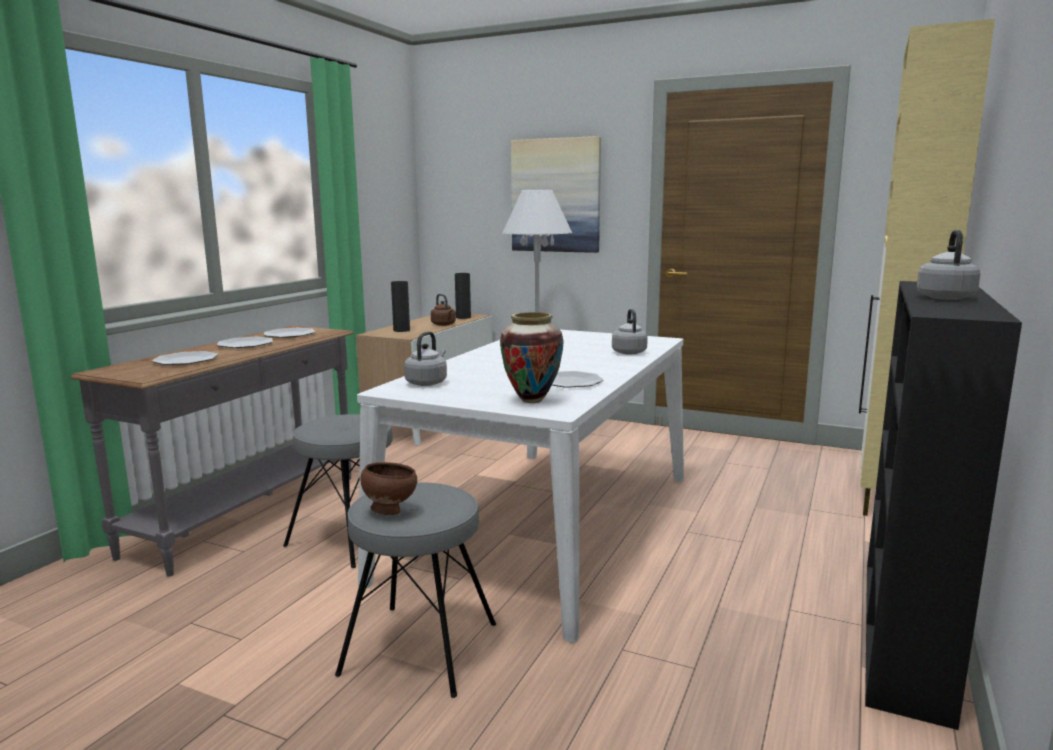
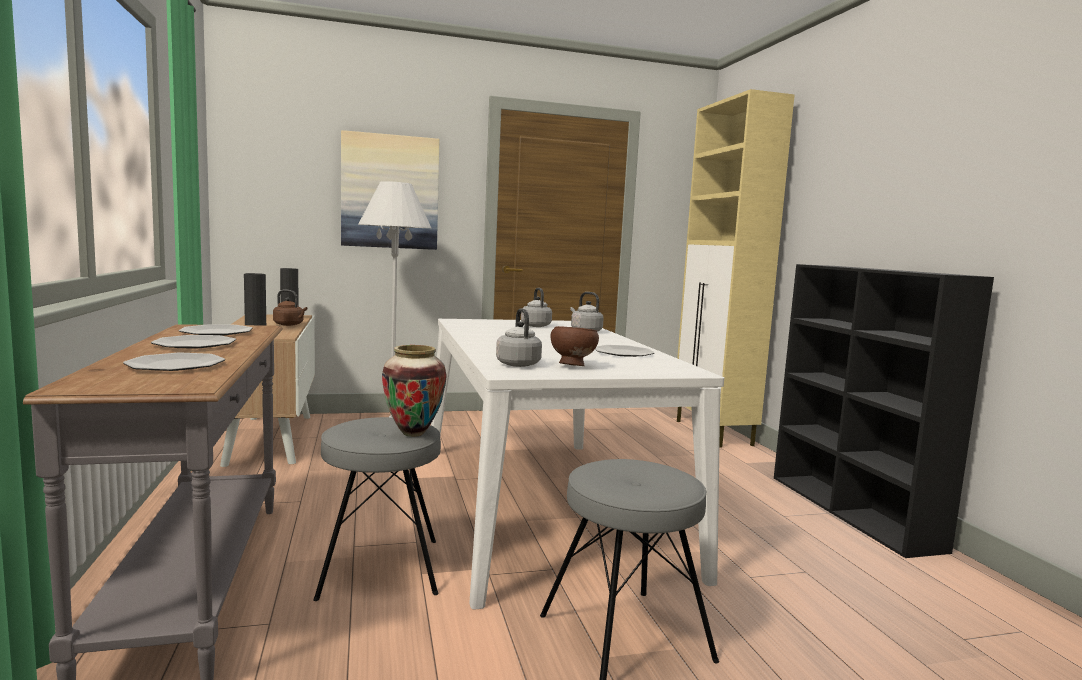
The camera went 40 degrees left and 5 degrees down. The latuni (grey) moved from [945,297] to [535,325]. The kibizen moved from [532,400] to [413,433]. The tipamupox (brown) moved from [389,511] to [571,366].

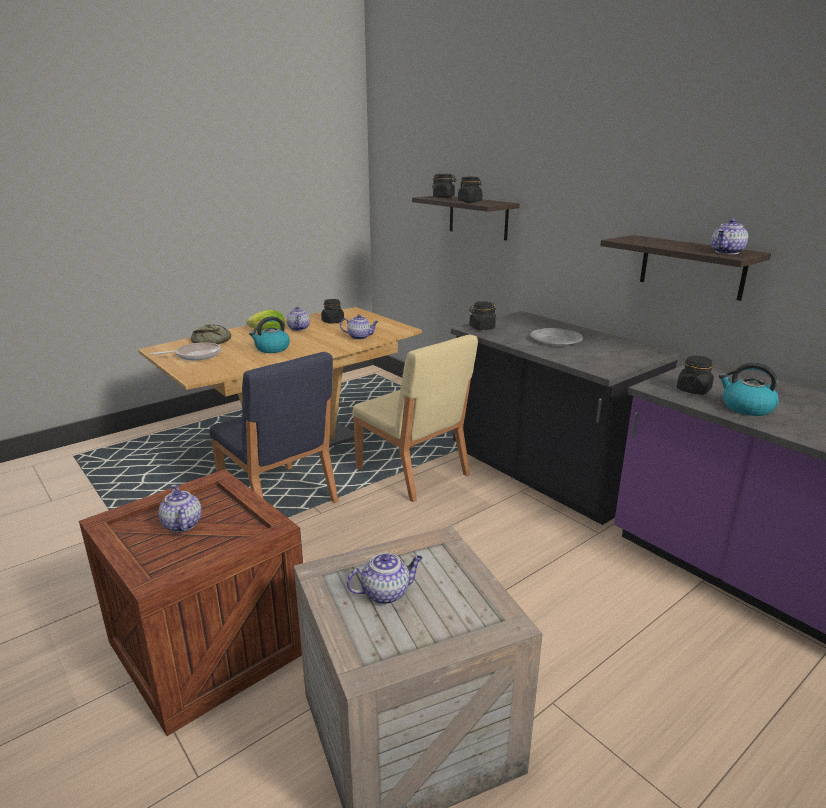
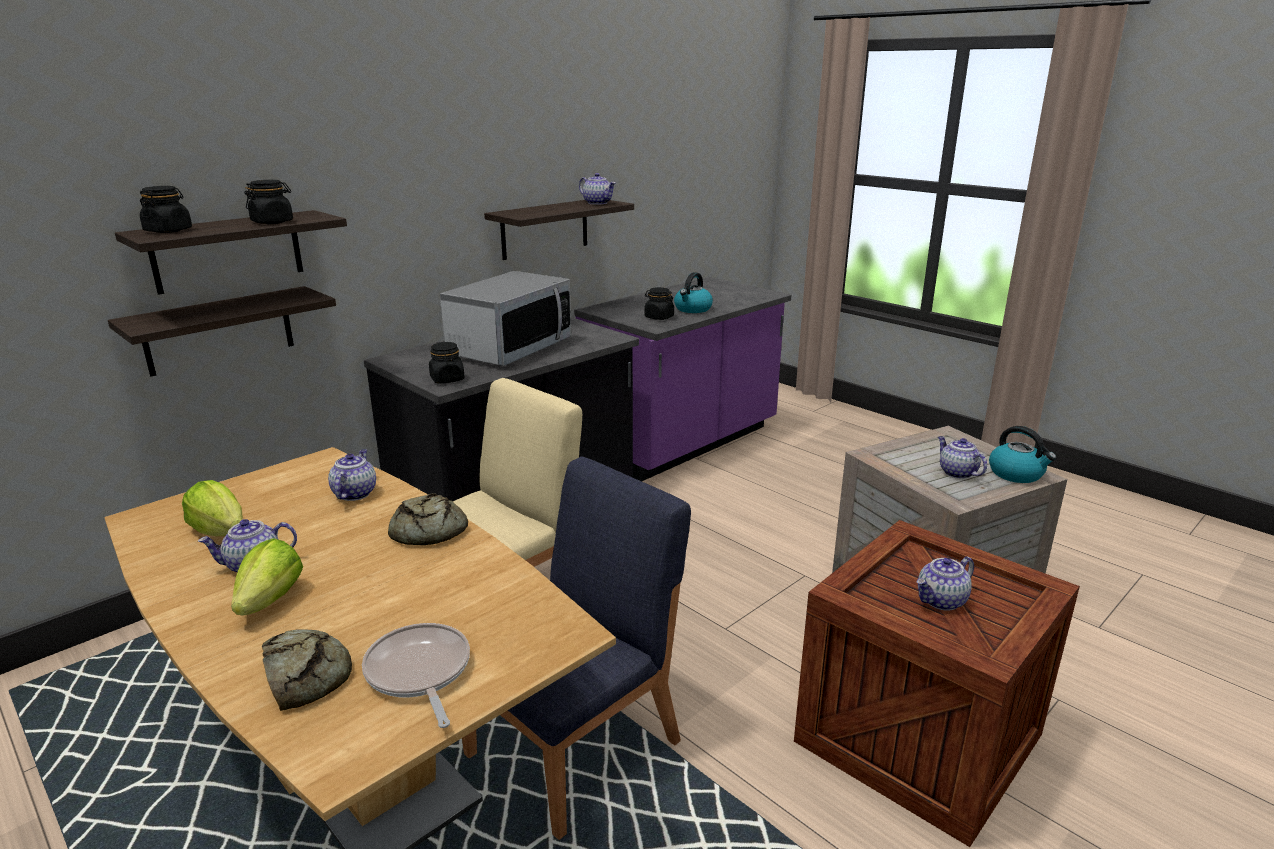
The camera went 95 degrees left and 0 degrees up. The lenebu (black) at [332,321] was replaced by the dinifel at [220,531]. The latuni moved from [272,349] to [1016,474]. The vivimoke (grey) at [556,340] was replaced by the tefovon at [510,348]. The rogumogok at [219,331] appeared. The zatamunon at [426,531] appeared.

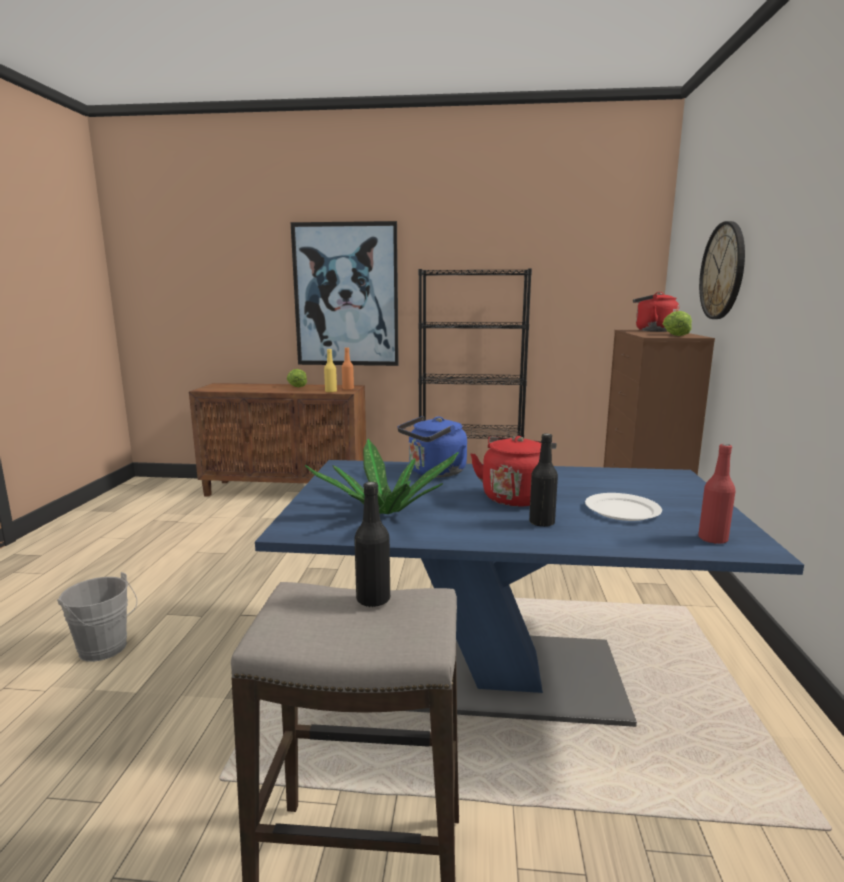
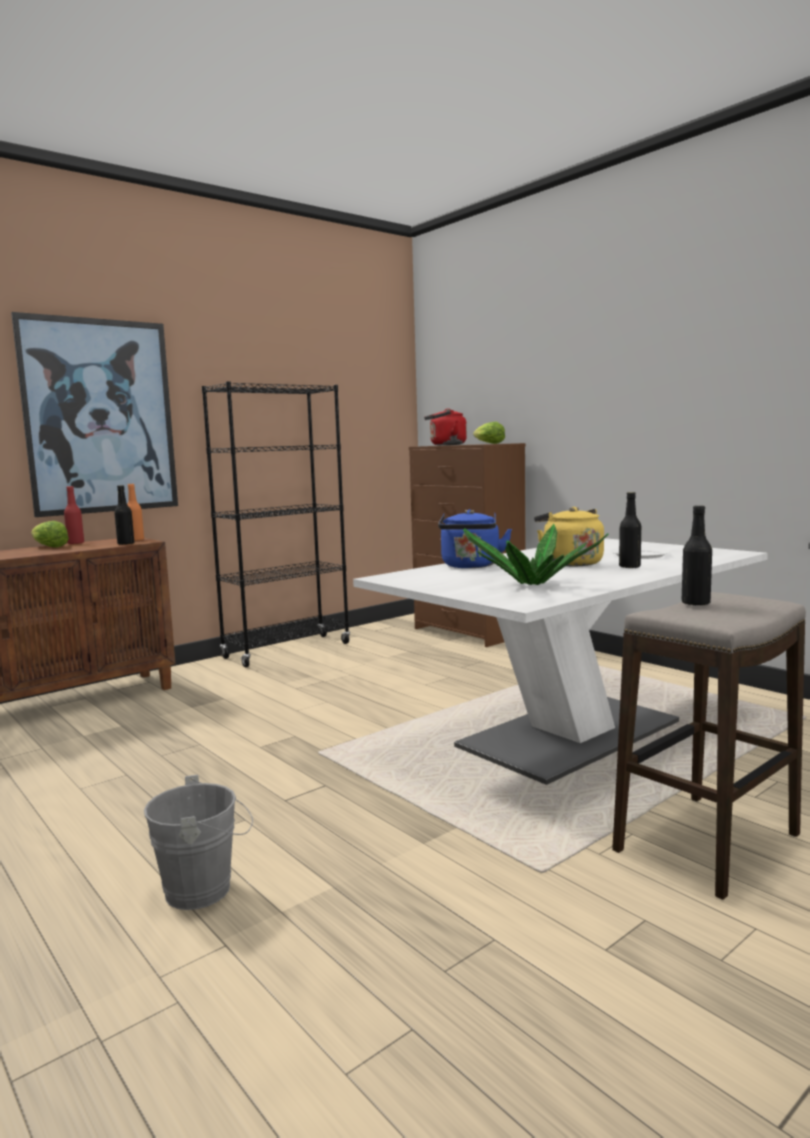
The camera went 45 degrees left and 5 degrees down. The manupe at [723,271] disappeared. The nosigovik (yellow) at [331,391] became the nosigovik (black) at [126,544]. The latuni (red) at [515,497] became the latuni (yellow) at [570,563]. The nosigovik (red) moved from [712,539] to [75,543]. The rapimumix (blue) at [502,675] became the rapimumix (white) at [570,734].

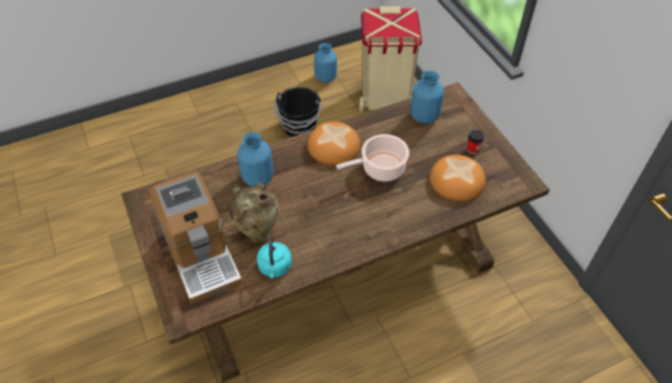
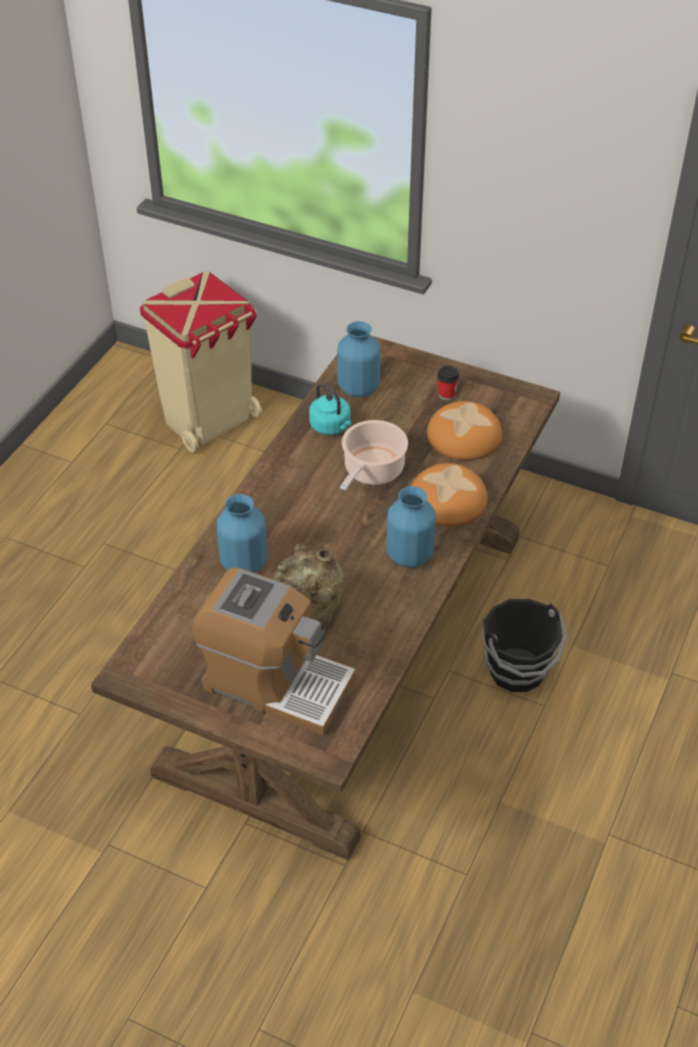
The camera went 40 degrees left and 5 degrees down. The kibizen (blue) moved from [325,78] to [410,556]. The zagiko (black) moved from [300,128] to [518,670]. The zatamunon moved from [333,147] to [447,501]. The latuni (turquoise) moved from [275,267] to [331,427].

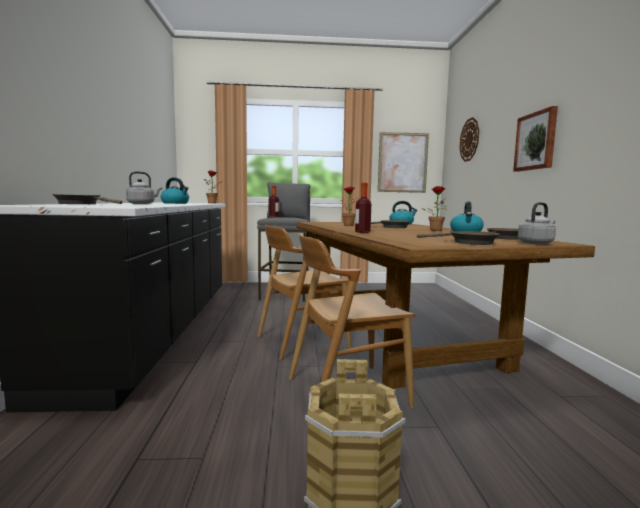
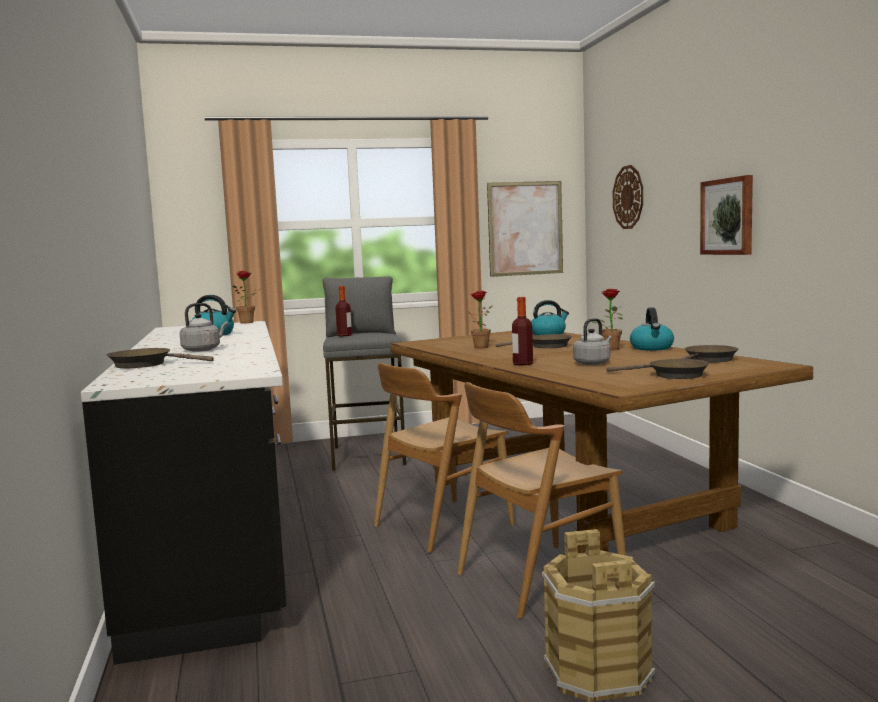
The camera went 10 degrees left and 0 degrees up. The latuni (grey) moved from [536,243] to [593,363].

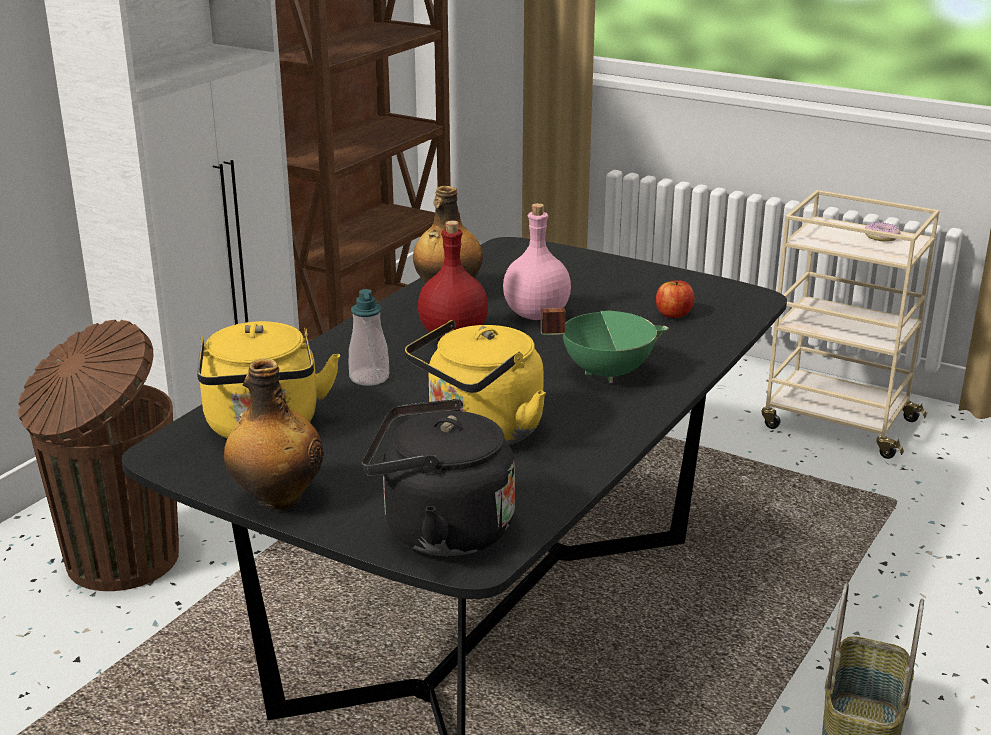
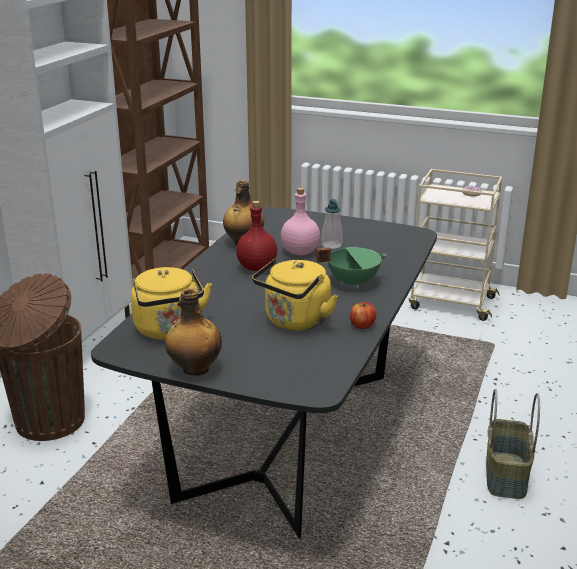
The camera went 10 degrees left and 0 degrees up. The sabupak moved from [673,314] to [362,325]. The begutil moved from [369,378] to [331,245]. The latuni (black) at [439,531] disappeared.

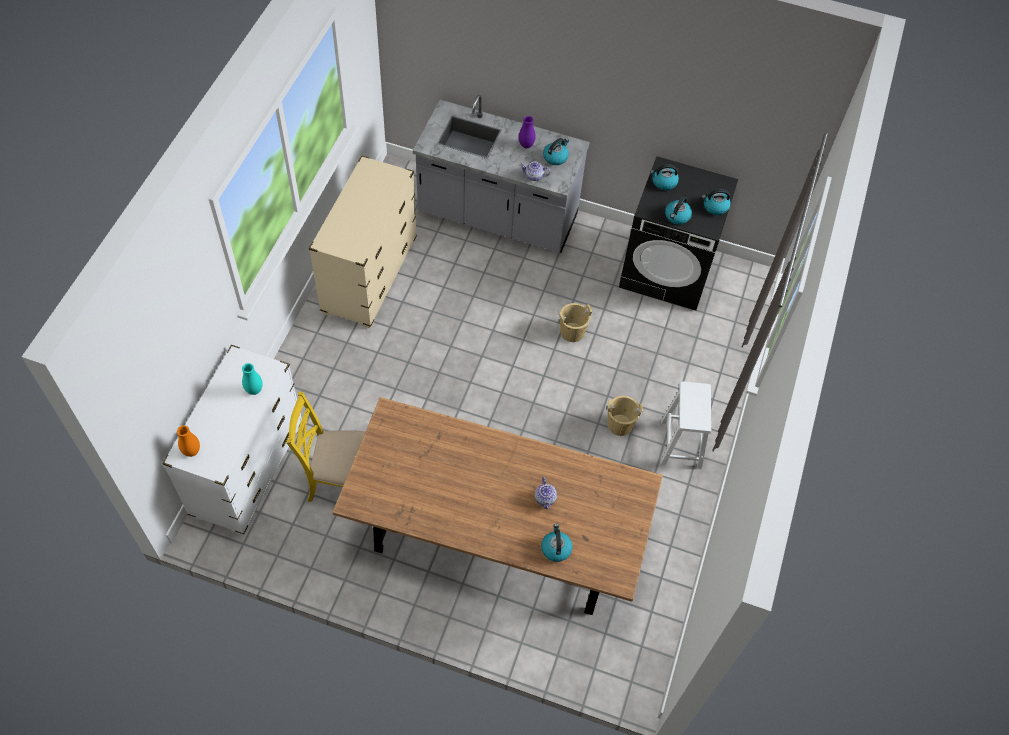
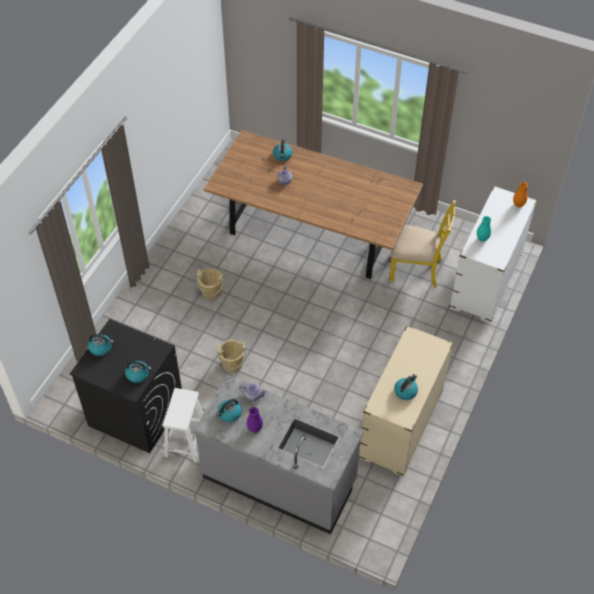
The camera went 170 degrees left and 5 degrees down. The latuni moved from [677,216] to [405,391]. The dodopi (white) moved from [681,445] to [186,440].

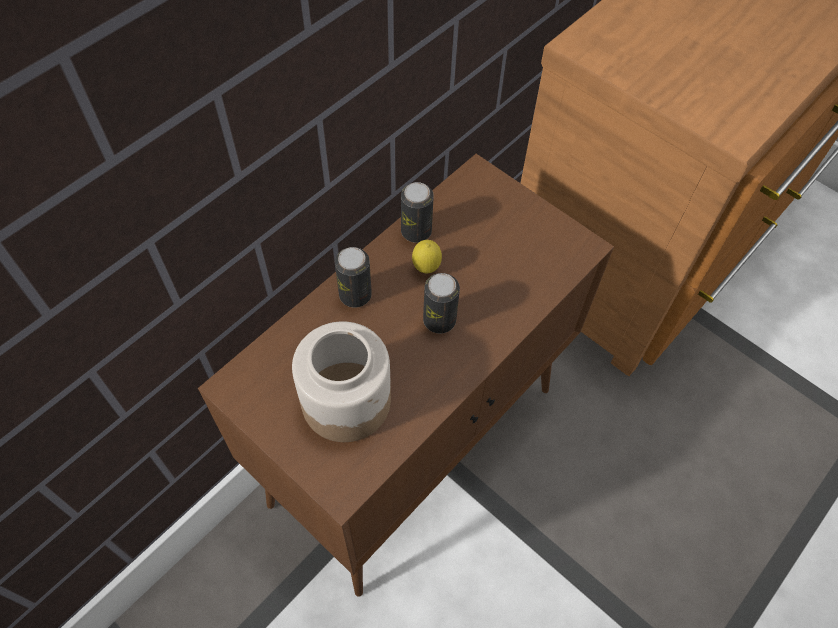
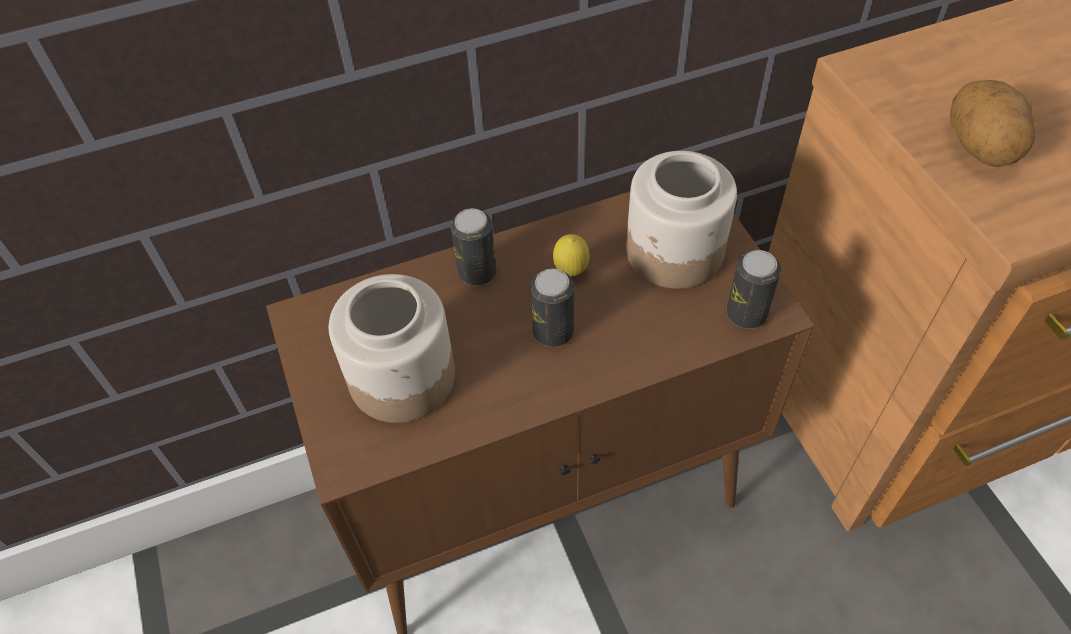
The camera went 30 degrees right and 5 degrees down. The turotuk moved from [416,231] to [746,314]. The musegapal at [980,148] appeared. The lenebu at [674,252] appeared.

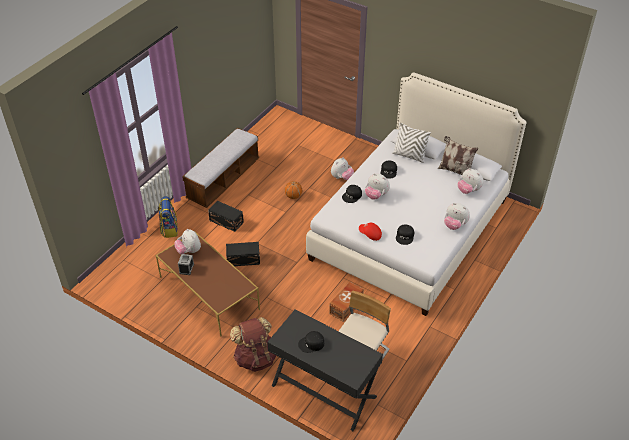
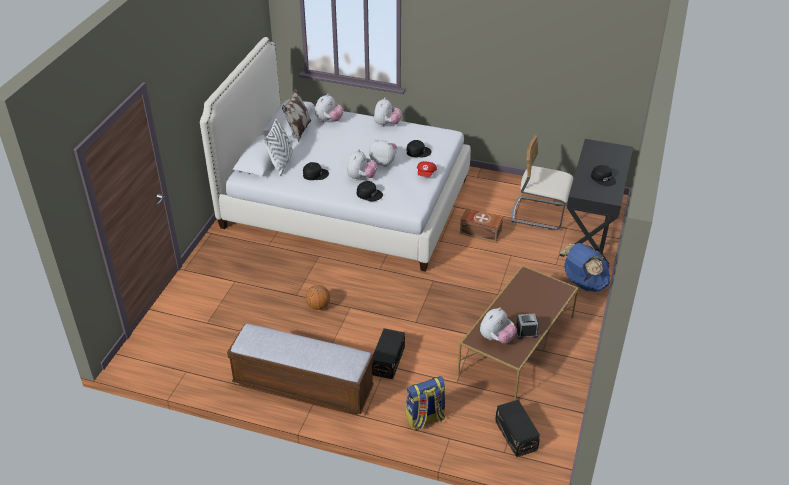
The camera went 105 degrees left and 5 degrees down. The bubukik moved from [341,177] to [383,162]. The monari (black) moved from [244,260] to [516,434]. The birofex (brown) at [256,357] became the birofex (blue) at [583,284].

